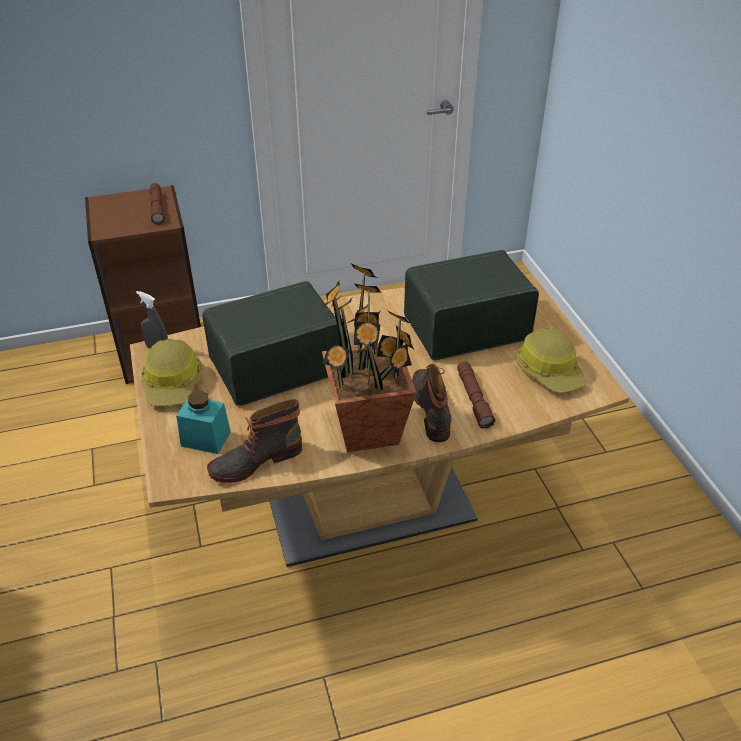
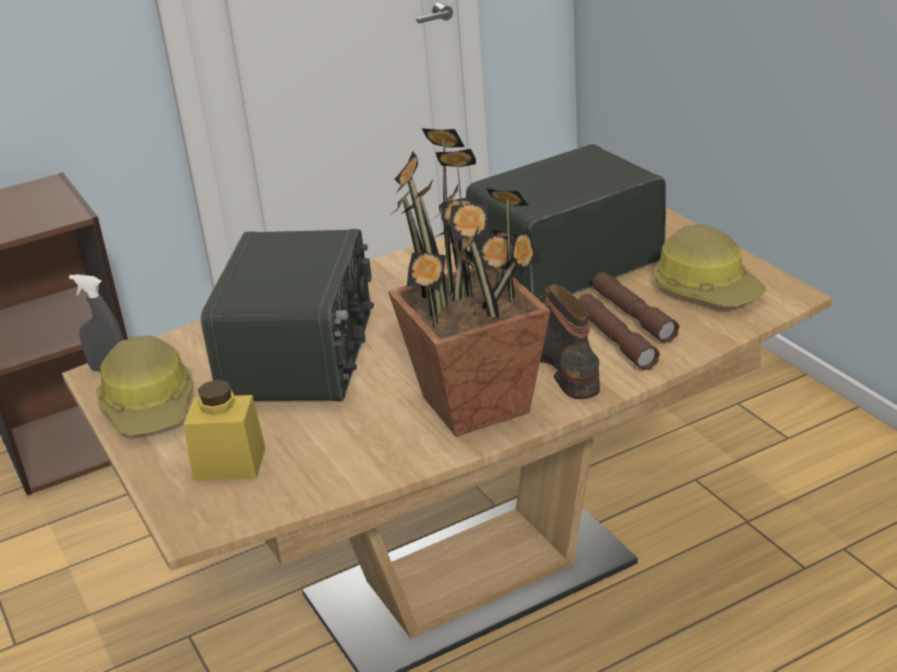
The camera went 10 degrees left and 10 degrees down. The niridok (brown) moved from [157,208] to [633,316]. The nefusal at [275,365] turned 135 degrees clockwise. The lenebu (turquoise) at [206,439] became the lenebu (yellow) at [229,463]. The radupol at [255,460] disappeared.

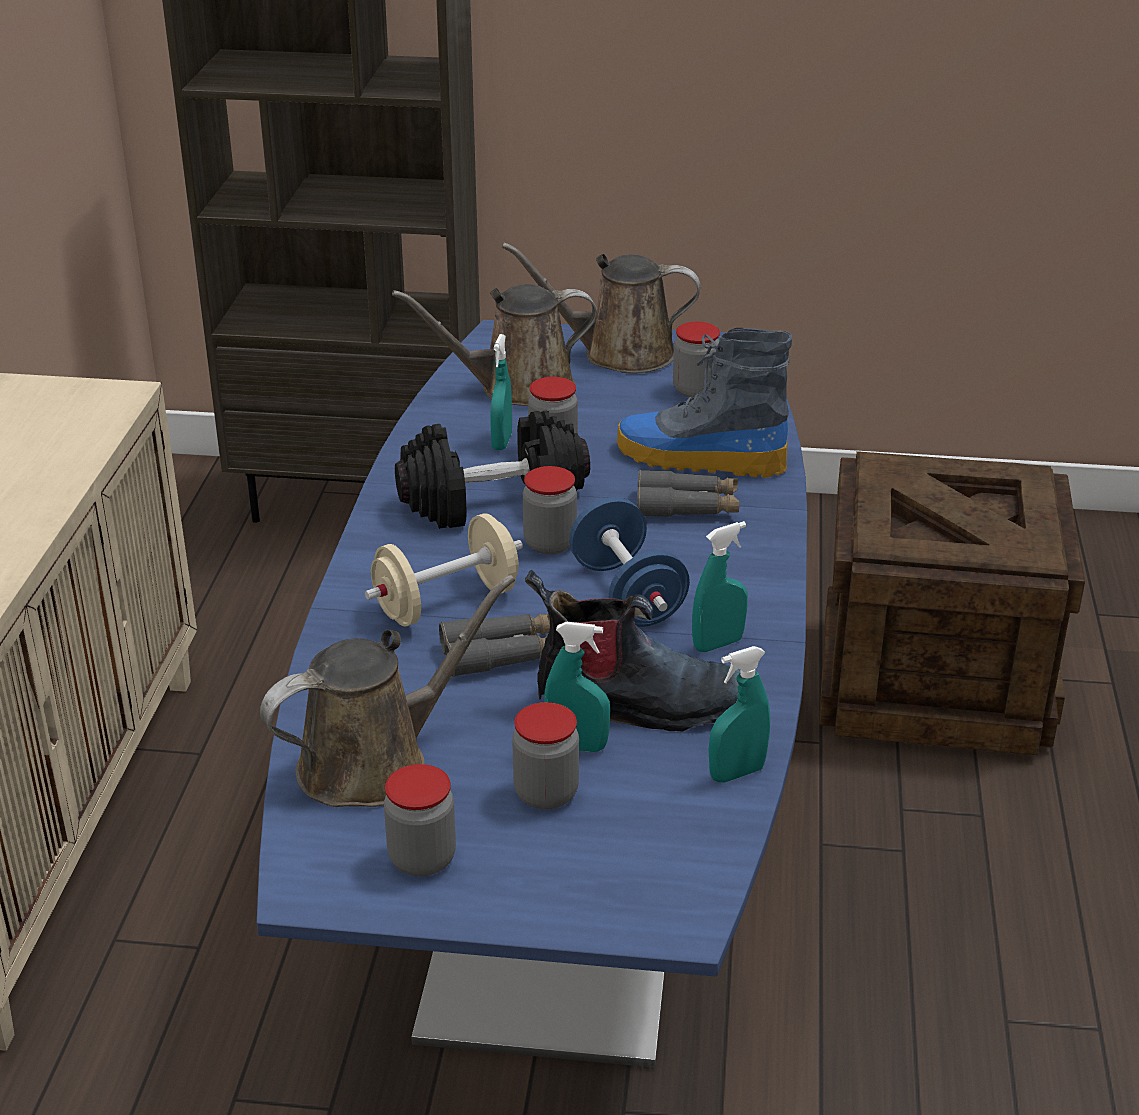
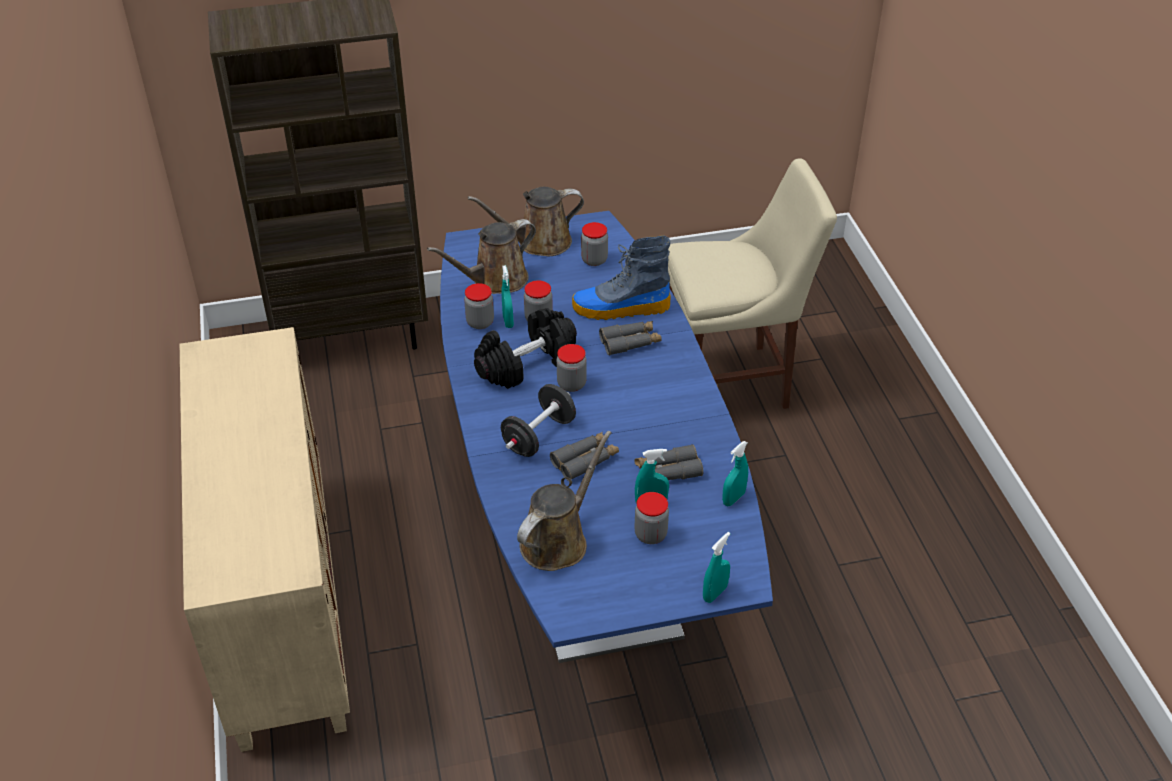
The camera went 20 degrees left and 10 degrees up. The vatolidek at [935,684] was replaced by the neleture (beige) at [733,382]. The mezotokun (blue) at [627,595] disappeared. The mezotokun (beige) at [446,603] became the mezotokun (black) at [539,436]. The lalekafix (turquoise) moved from [718,644] to [715,593]. The radupol at [638,703] was replaced by the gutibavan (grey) at [667,471]. The lenebu moved from [422,859] to [480,322].

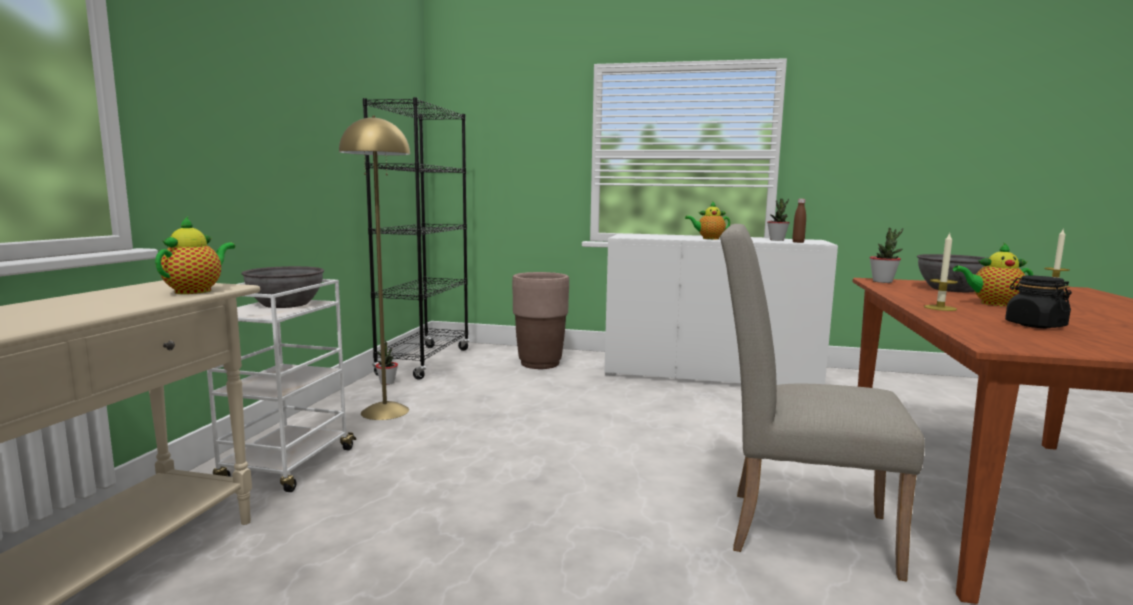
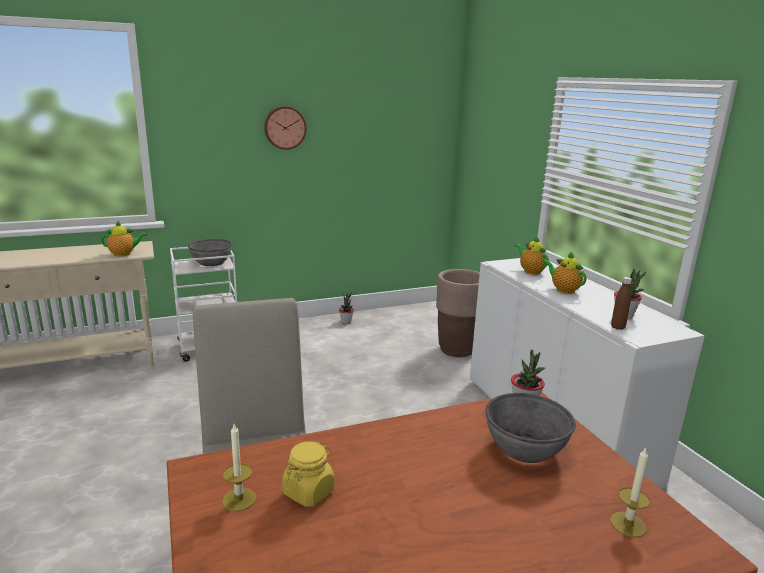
The camera went 55 degrees right and 10 degrees up. The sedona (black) at [424,362] disappeared. The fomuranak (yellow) at [385,411] disappeared. The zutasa moved from [940,308] to [239,499]. The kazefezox moved from [992,303] to [530,271]. The lenebu (black) at [1034,325] became the lenebu (yellow) at [308,491]. The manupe at [284,127] appeared.

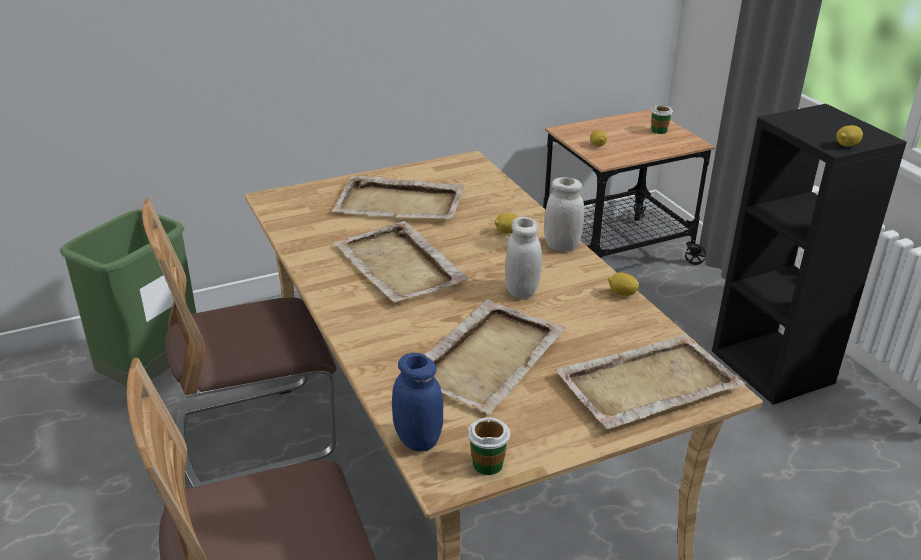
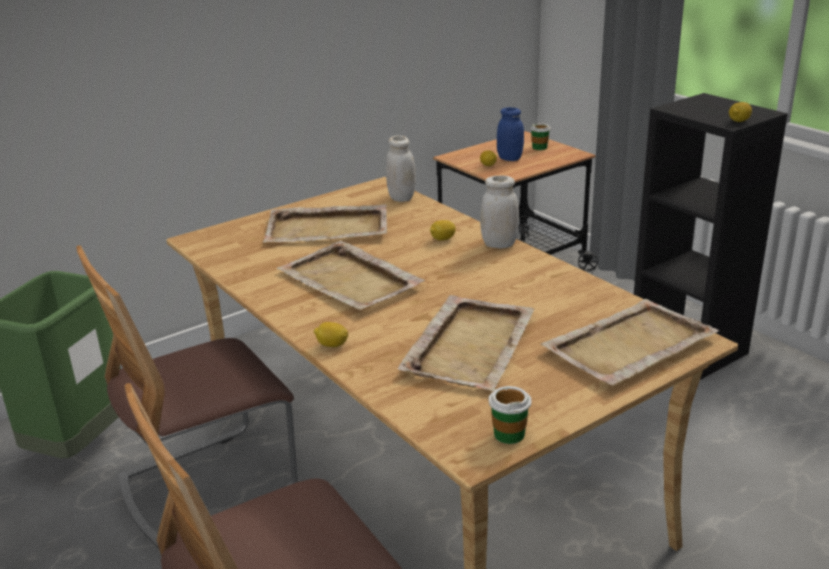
The camera went 10 degrees left and 5 degrees down. The lenebu (white) moved from [521,291] to [401,198]. The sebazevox moved from [622,294] to [332,345]. The lenebu (blue) moved from [418,440] to [509,158].

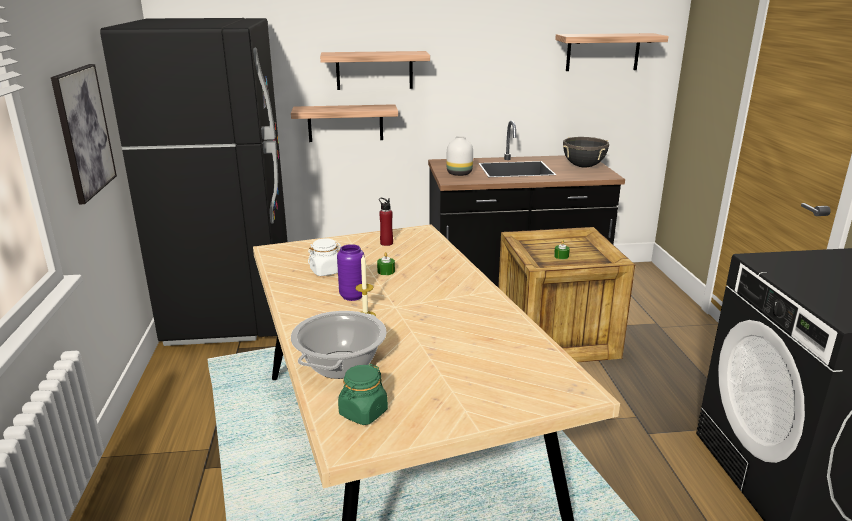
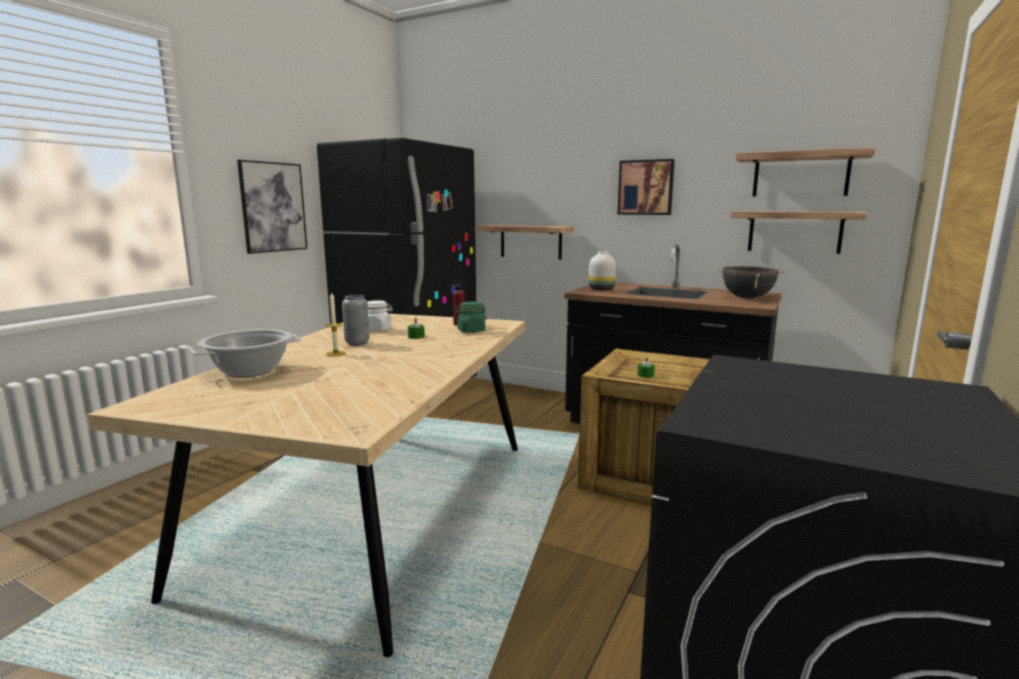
The camera went 35 degrees right and 10 degrees down. The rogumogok moved from [374,70] to [794,231]. The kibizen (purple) at [352,296] became the kibizen (grey) at [357,343]. The lenebu (green) moved from [363,413] to [471,331]. The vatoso at [646,187] appeared.

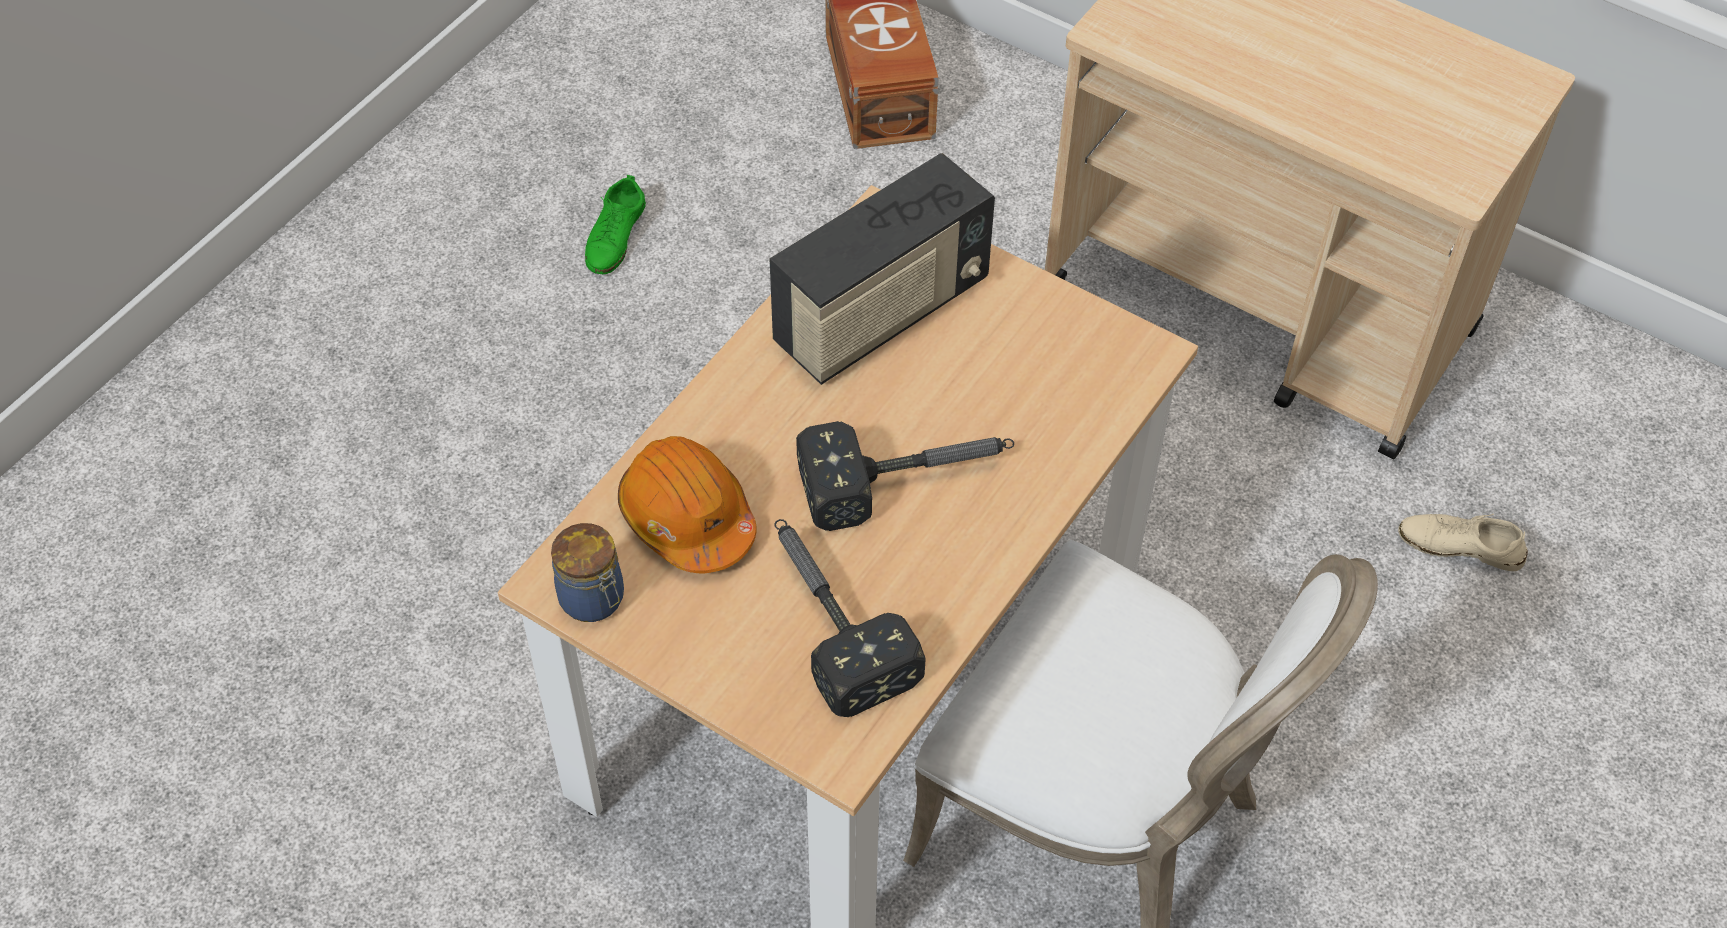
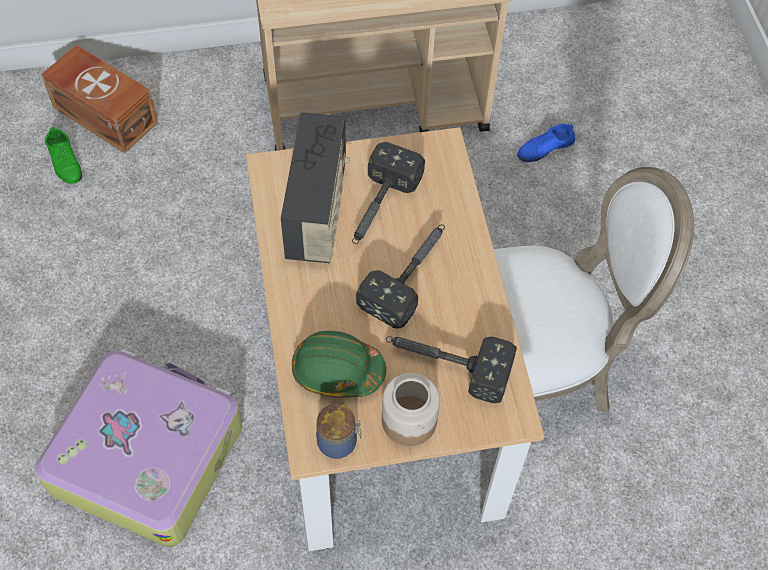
The camera went 45 degrees left and 5 degrees up. The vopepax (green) moved from [615,236] to [65,161]. The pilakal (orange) at [687,518] became the pilakal (green) at [337,371]. The vopepax (beige) at [1460,546] became the vopepax (blue) at [545,148]. The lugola at [378,207] appeared. The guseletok at [147,454] appeared. The lenebu at [409,420] appeared.

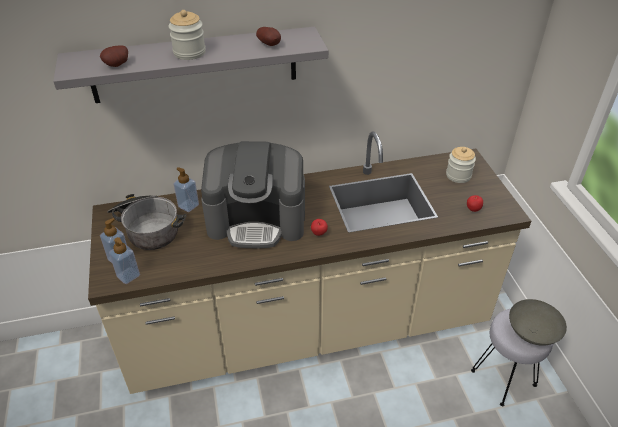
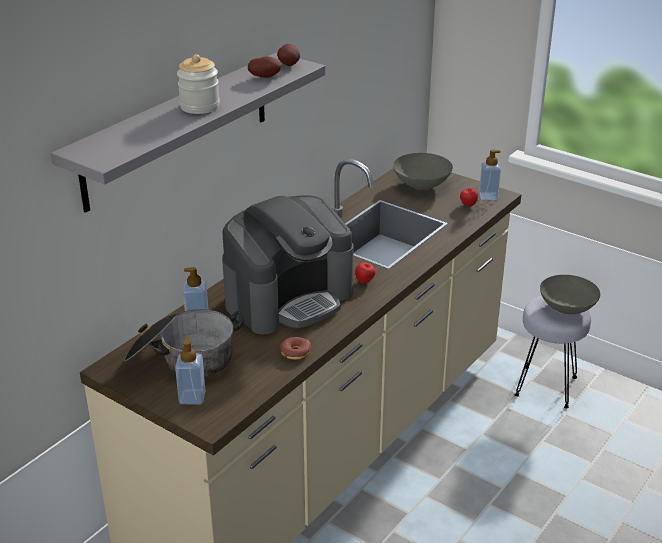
The camera went 40 degrees left and 10 degrees down. The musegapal moved from [118,65] to [289,65]. The lenebu at [458,175] was replaced by the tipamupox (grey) at [422,185]. The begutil moved from [128,275] to [488,196]. The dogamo at [295,352] appeared.

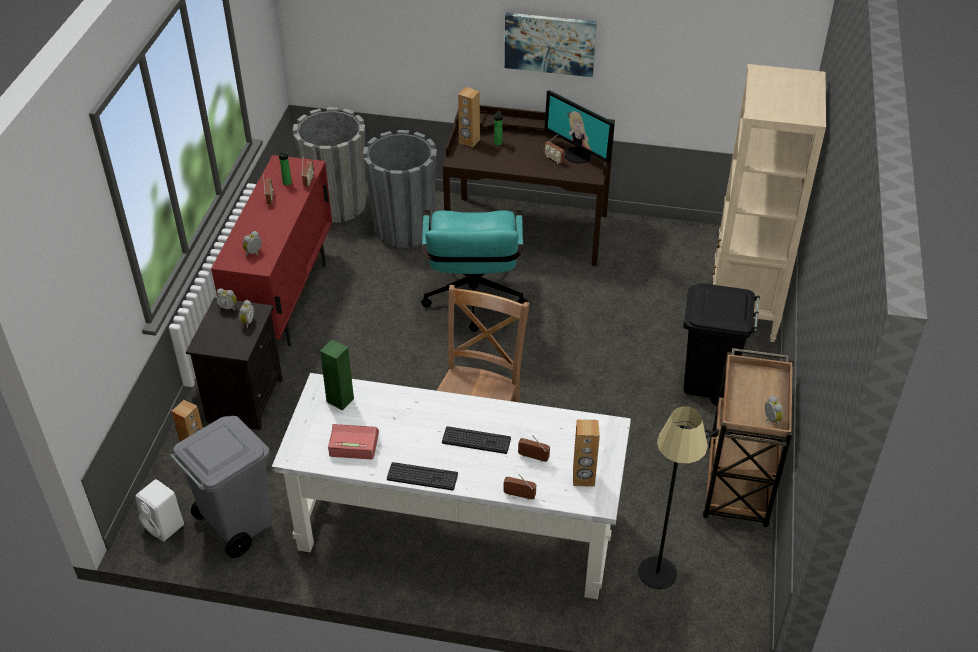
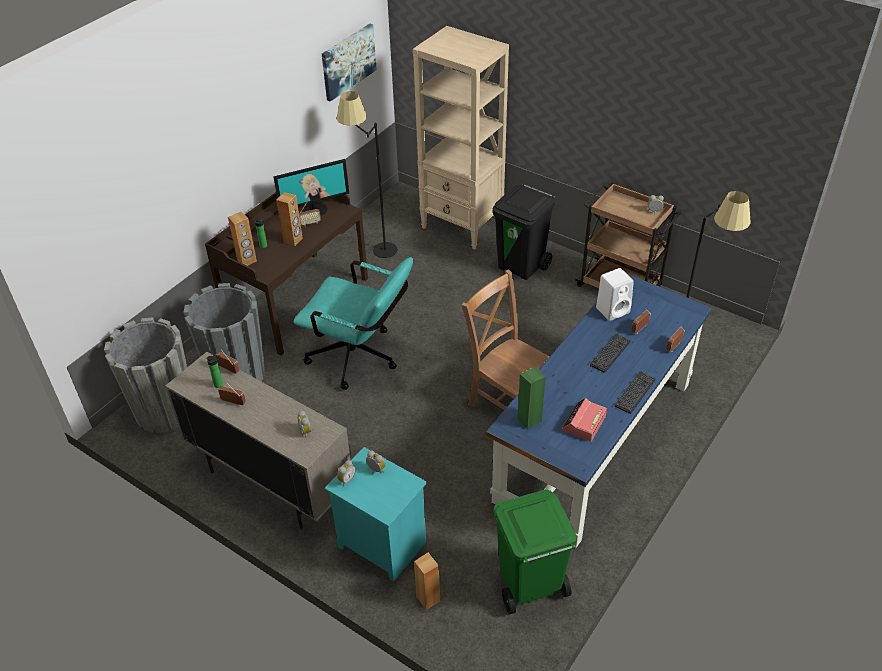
The camera went 65 degrees left and 0 degrees up. The vatoso moved from [550,43] to [348,61]. The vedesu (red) at [285,301] became the vedesu (beige) at [271,483]. The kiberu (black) at [244,399] became the kiberu (turquoise) at [380,545]. The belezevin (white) at [455,528] became the belezevin (blue) at [595,441]. The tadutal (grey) at [236,524] became the tadutal (green) at [529,586]. The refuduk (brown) moved from [583,478] to [293,240]. The refuduk (white) moved from [165,526] to [613,310]. The fomuranak (black) at [373,250] appeared.

